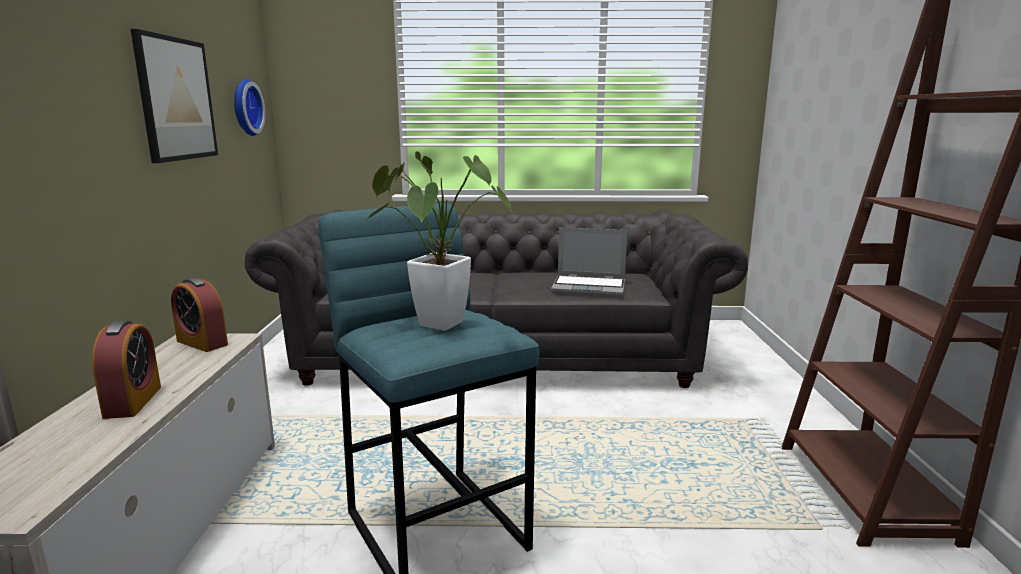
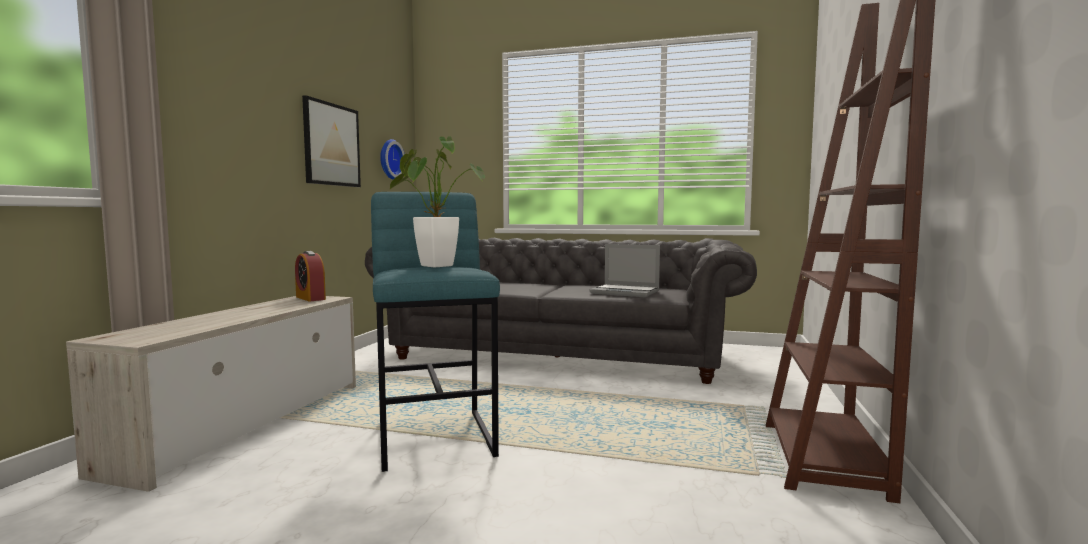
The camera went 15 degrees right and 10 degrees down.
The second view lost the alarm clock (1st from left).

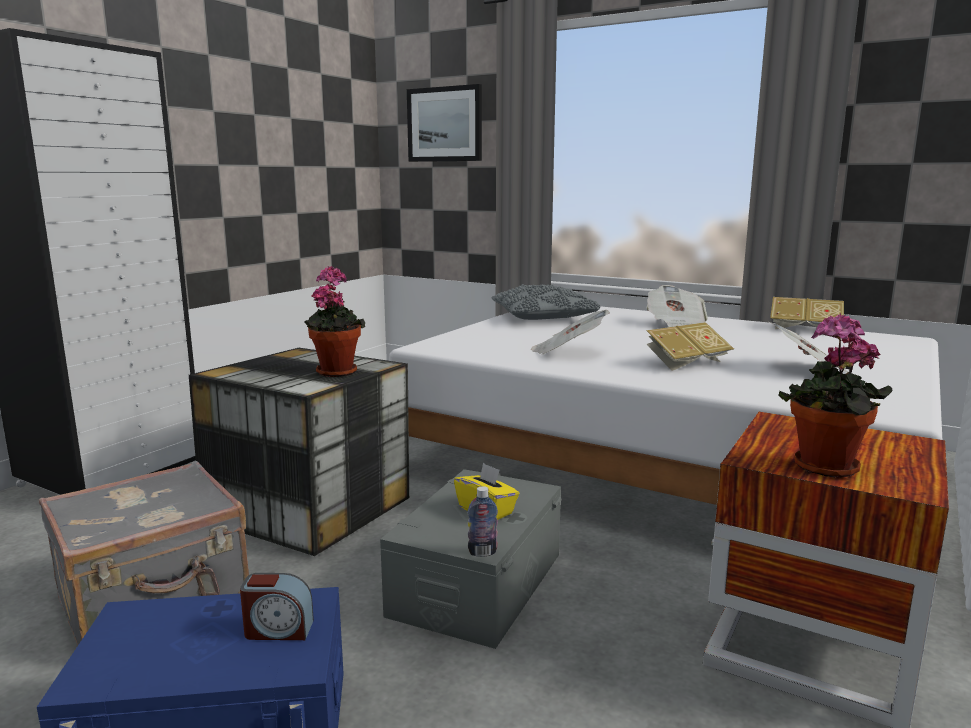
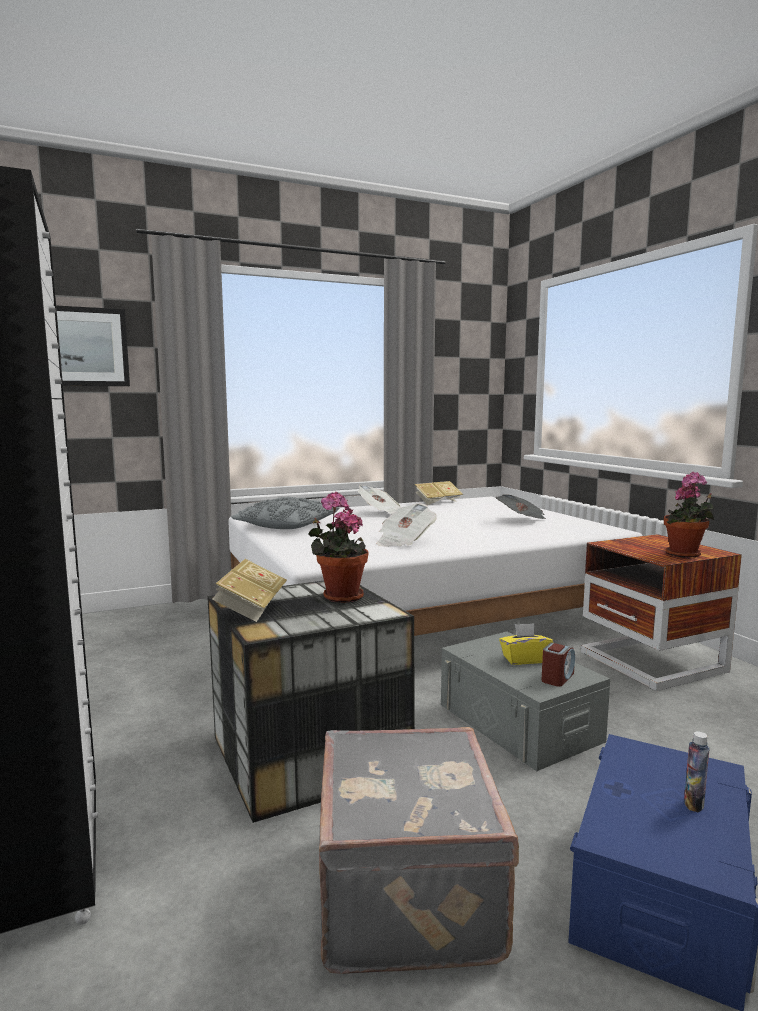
The camera went 55 degrees left and 5 degrees down.
The book (1st from left) ended up elsewhere.
The alarm clock ended up elsewhere.
The bottle ended up elsewhere.

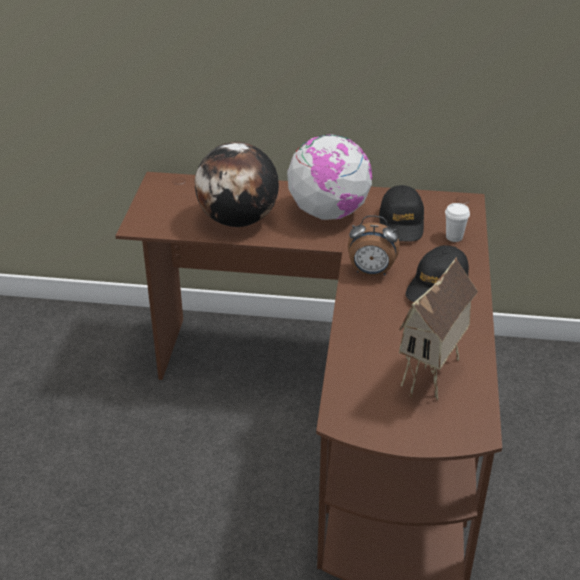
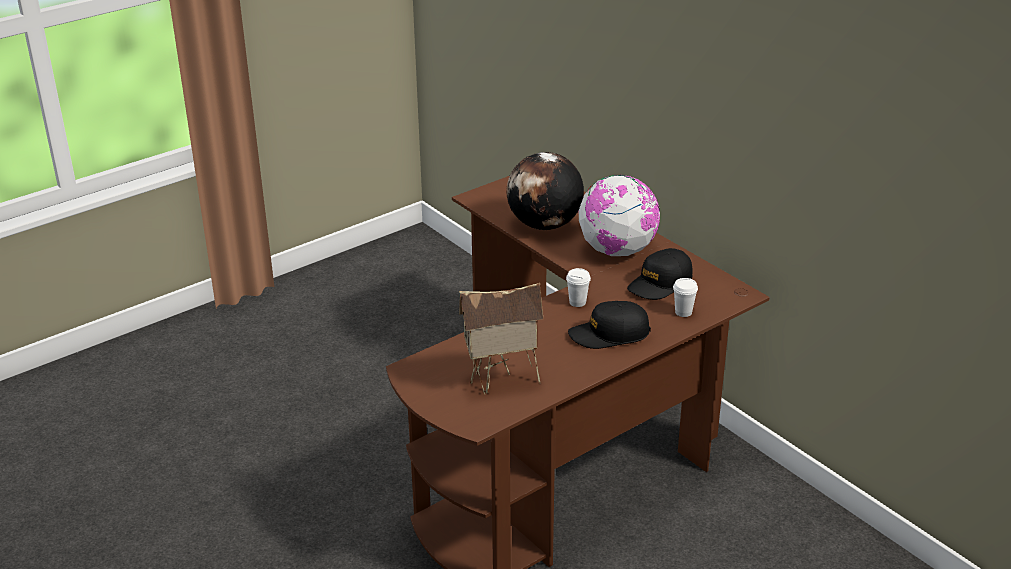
The camera went 45 degrees right and 5 degrees down.
Where the alarm clock stood, the white cup (1st from left) came to stand.

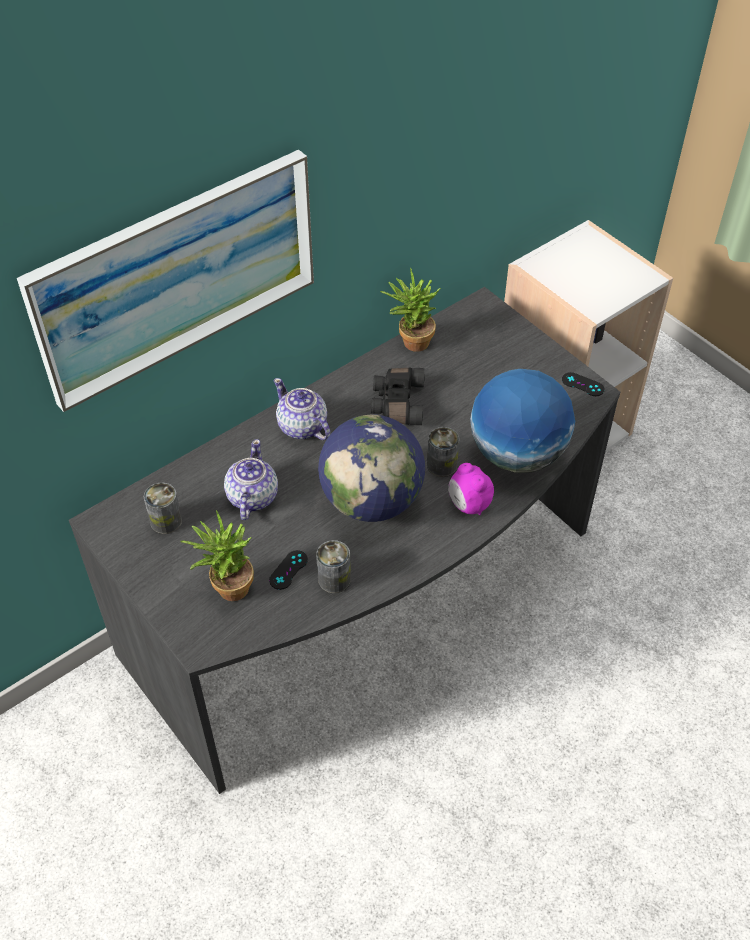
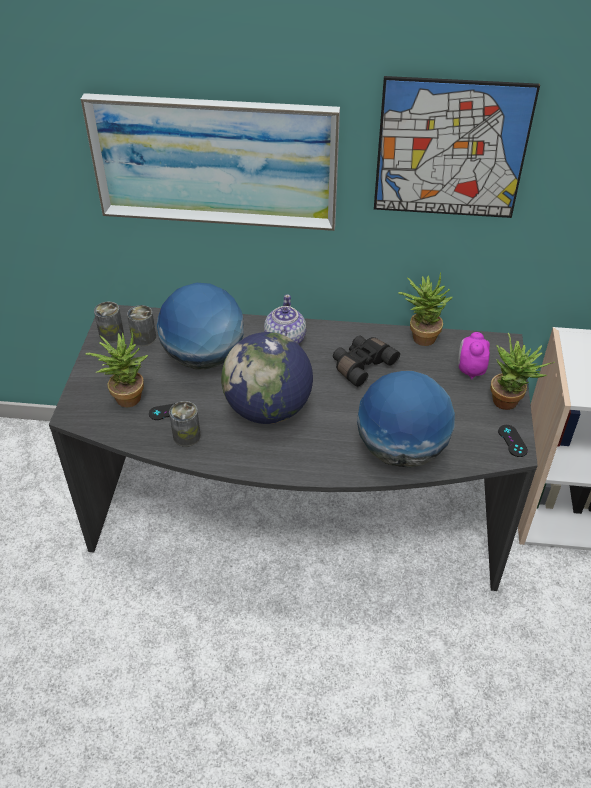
The camera went 45 degrees right and 5 degrees down.
The can (3rd from left in the first image) ended up elsewhere.
Where the teapot (1st from left) stood, the globe (1st from left) came to stand.
The second view gained the picture (2nd from left).
The alarm clock ended up elsewhere.
The second view gained the potted plant (3rd from left).

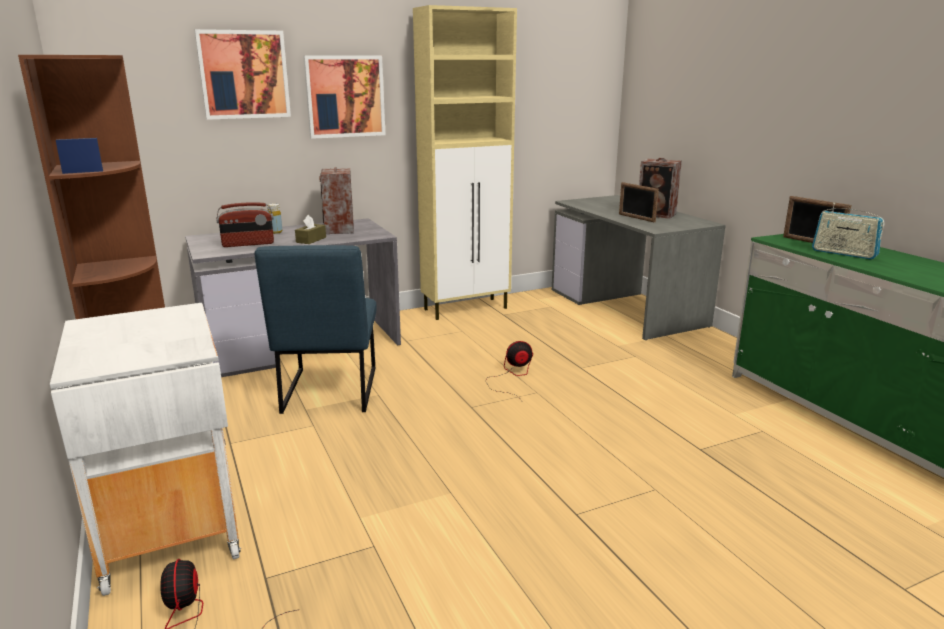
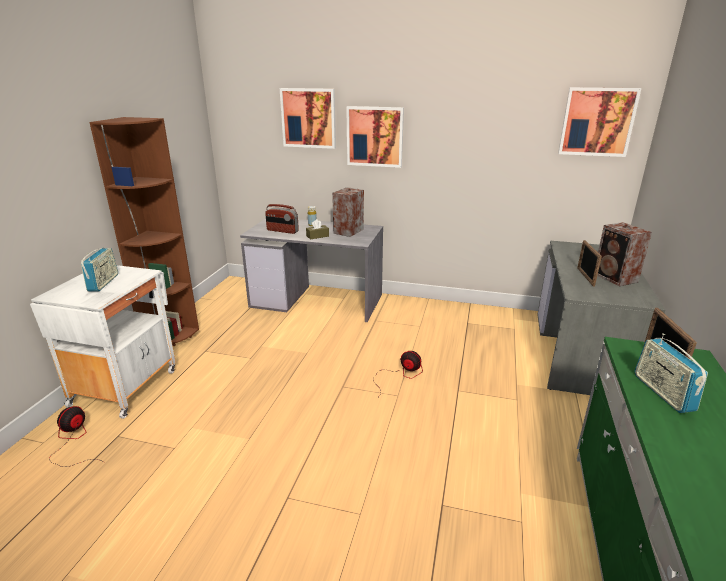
The camera went 40 degrees right and 5 degrees up.
The second view gained the radio (1st from left).
The second view gained the picture (3rd from left).
The second view lost the blue chair.
The second view lost the beige cabinet.

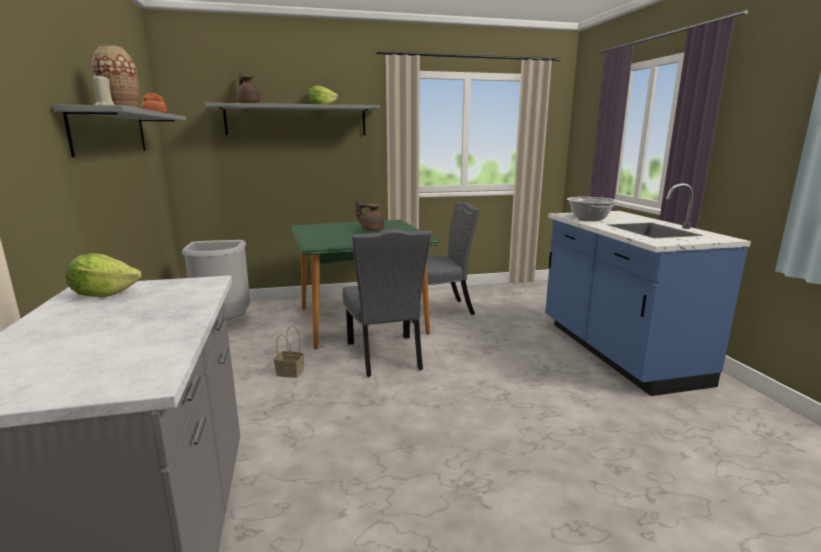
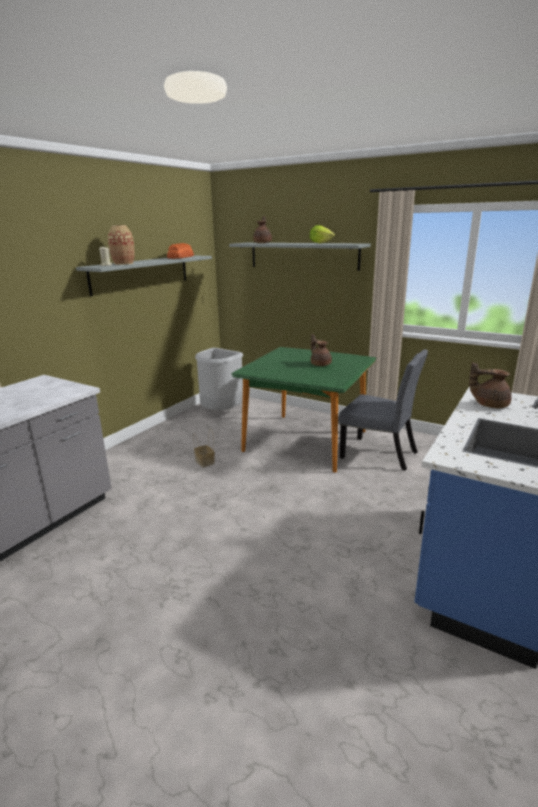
The camera went 45 degrees right and 5 degrees up.
Where the cooking pot stood, the brown teapot (3rd from left) came to stand.
The second view lost the lettuce (1st from left).
The second view lost the grey chair (1st from left).

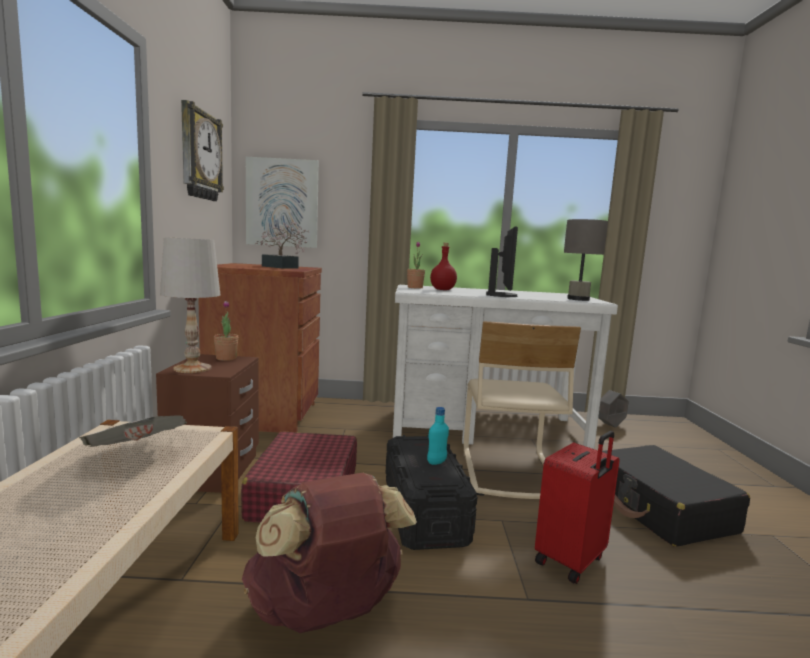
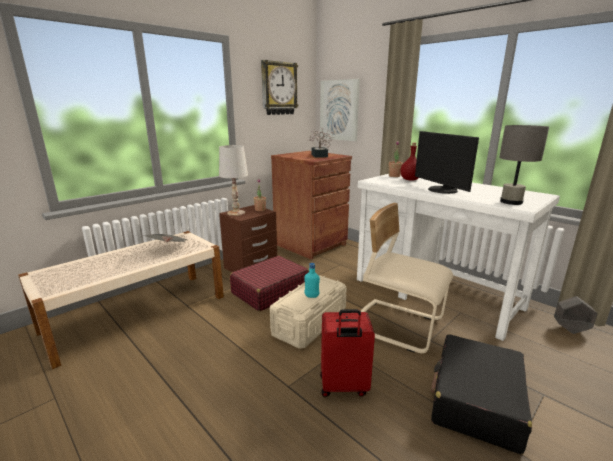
The camera went 45 degrees right and 10 degrees up.
What was the black storage box turned into the beige storage box.
The beige chair ended up facing another way, 75 degrees clockwise from before.
The monitor ended up facing another way, 105 degrees clockwise from before.
The second view lost the brown backpack.

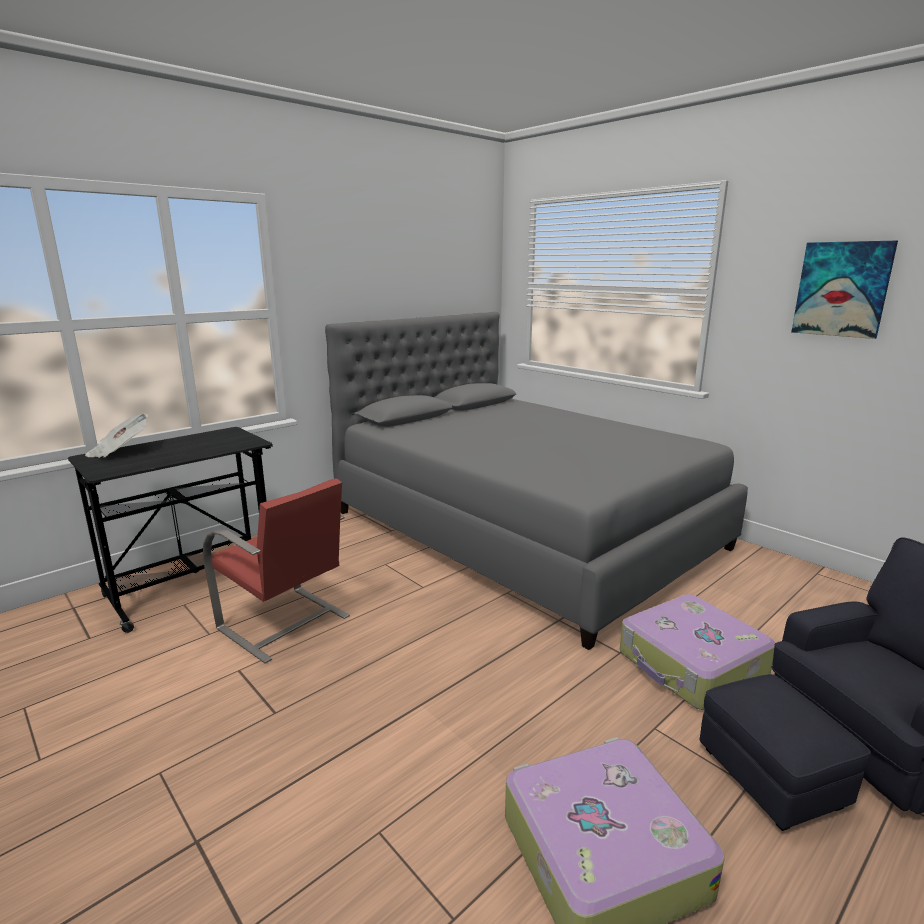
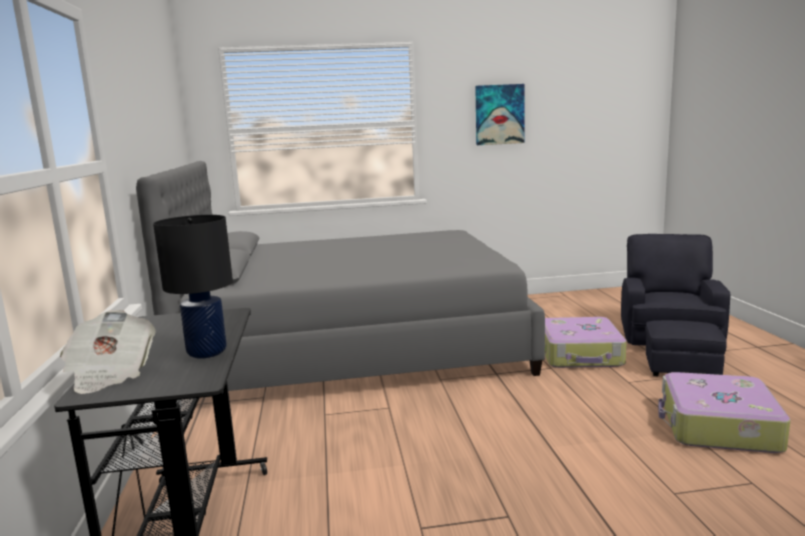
The camera went 55 degrees left and 5 degrees down.
The second view gained the black table lamp.
The second view lost the red chair.

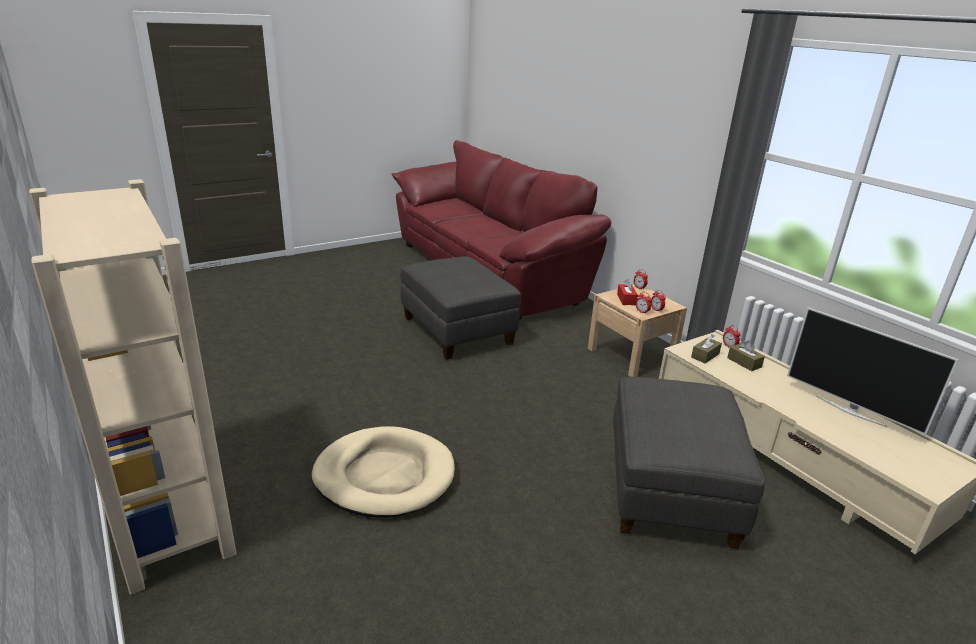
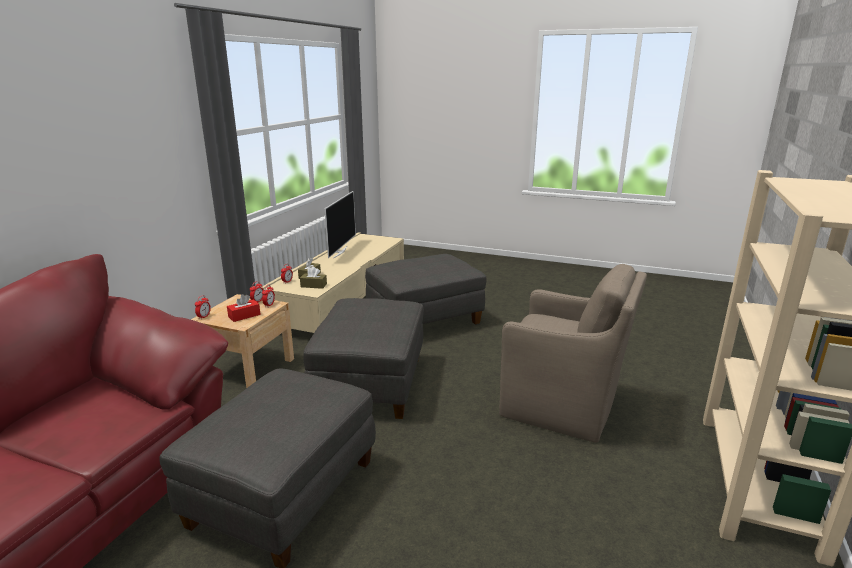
The camera went 125 degrees left and 5 degrees down.
The second view gained the grey ottoman (2nd from left).
Where the beige dog bed stood, the brown armchair came to stand.

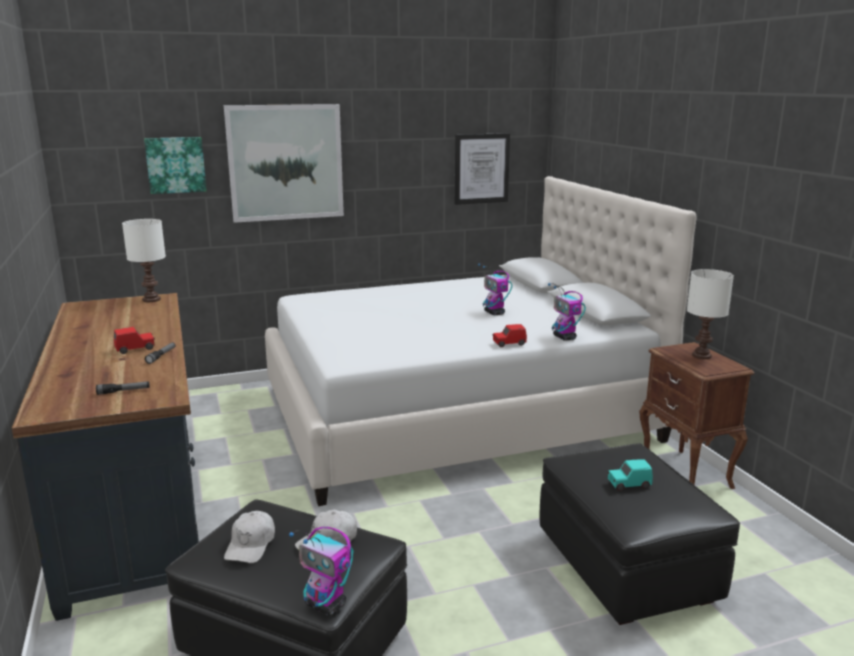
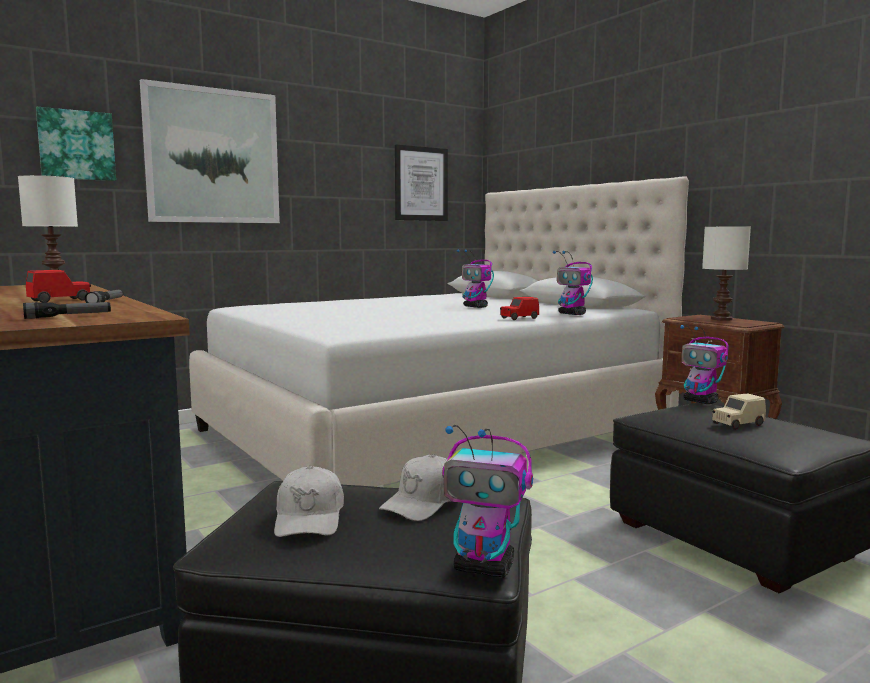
The camera went 15 degrees left and 10 degrees down.
The second view gained the toy robot (4th from left).
What was the turquoise toy car turned into the beige toy car.

